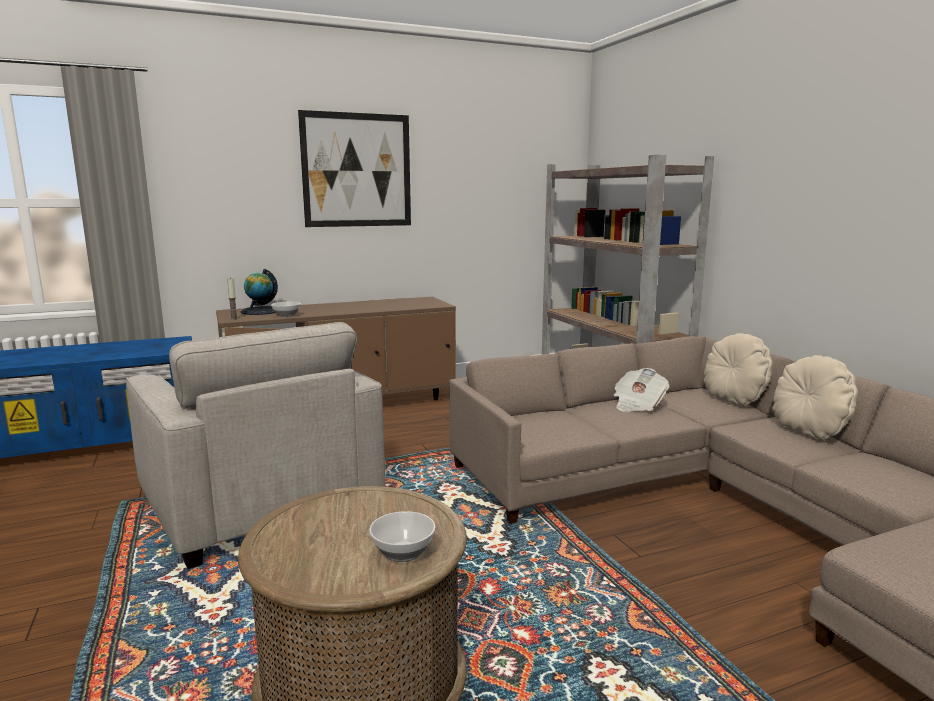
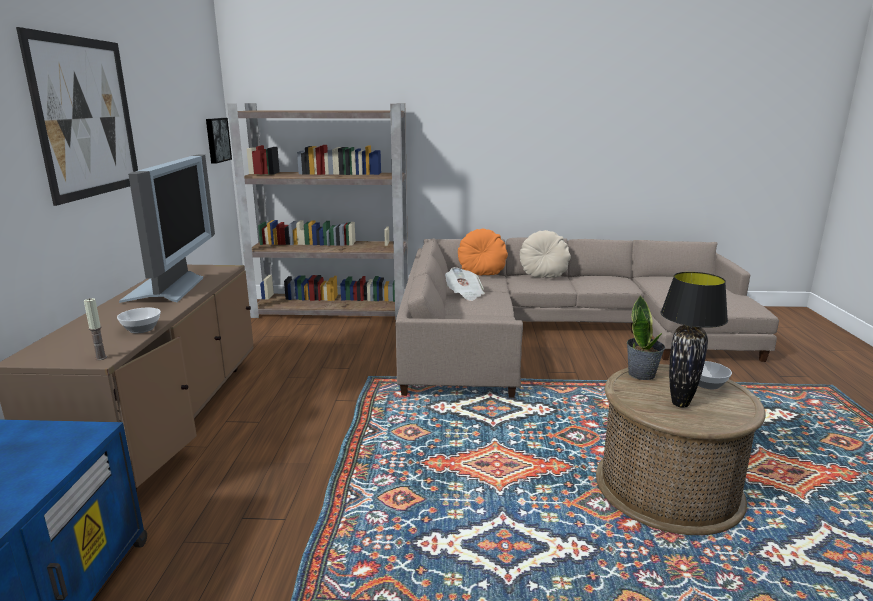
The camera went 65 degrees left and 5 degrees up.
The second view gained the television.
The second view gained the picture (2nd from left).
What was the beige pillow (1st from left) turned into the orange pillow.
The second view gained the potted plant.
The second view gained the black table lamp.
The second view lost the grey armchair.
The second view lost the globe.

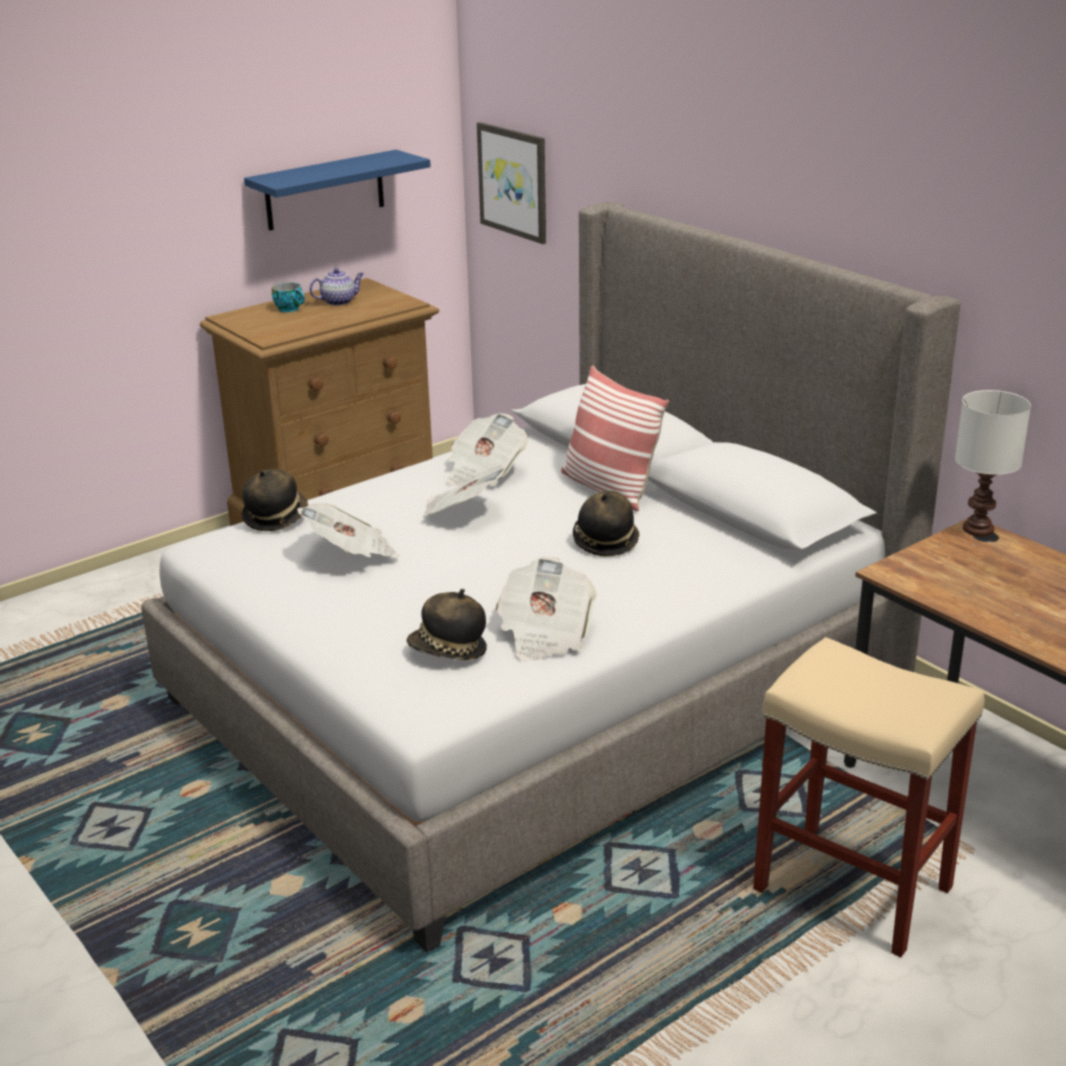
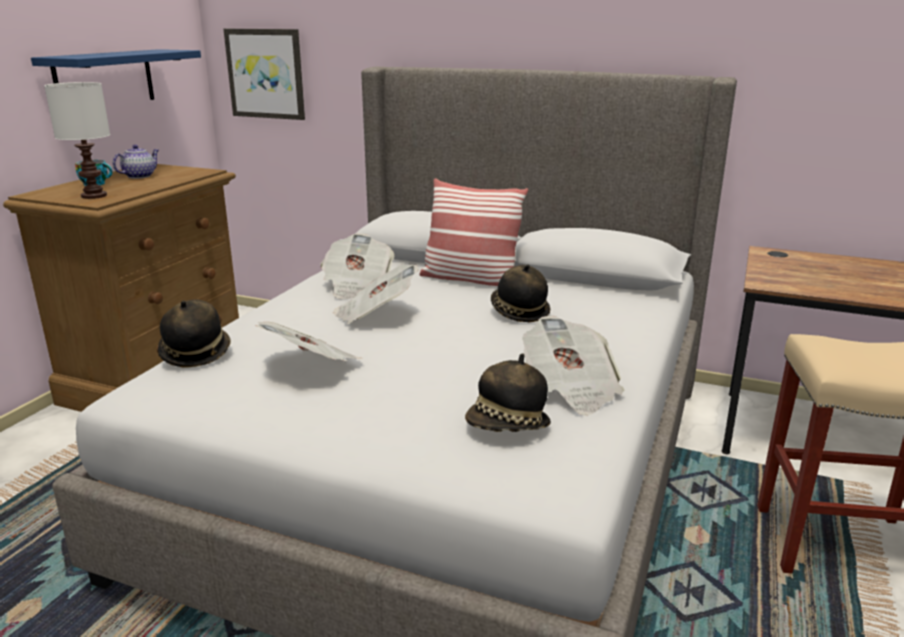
The camera went 30 degrees left and 5 degrees down.
The white table lamp ended up elsewhere.

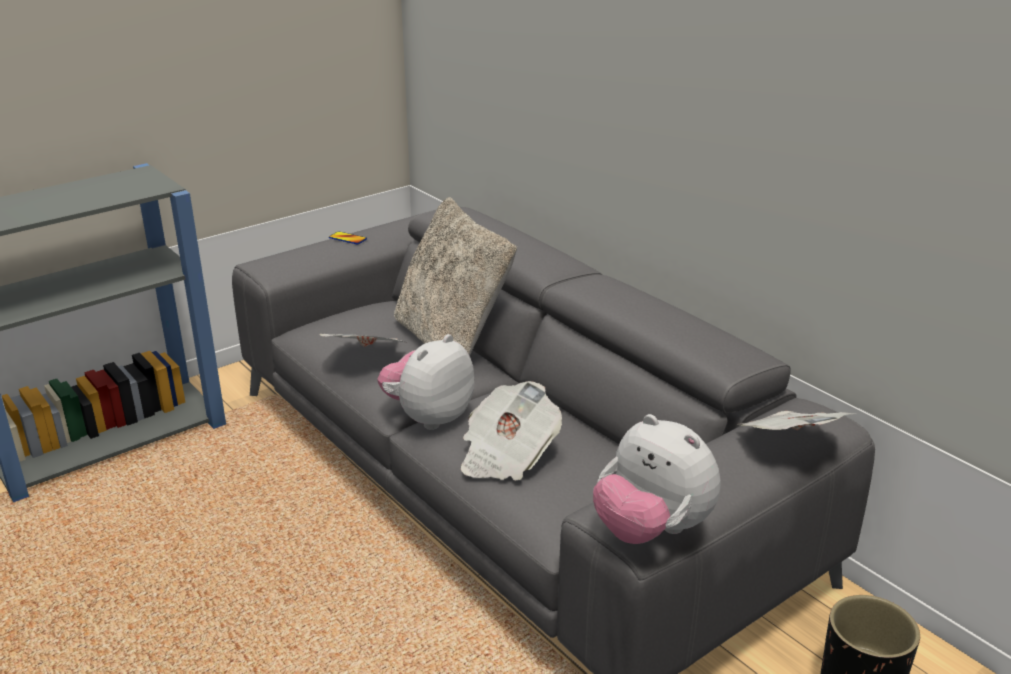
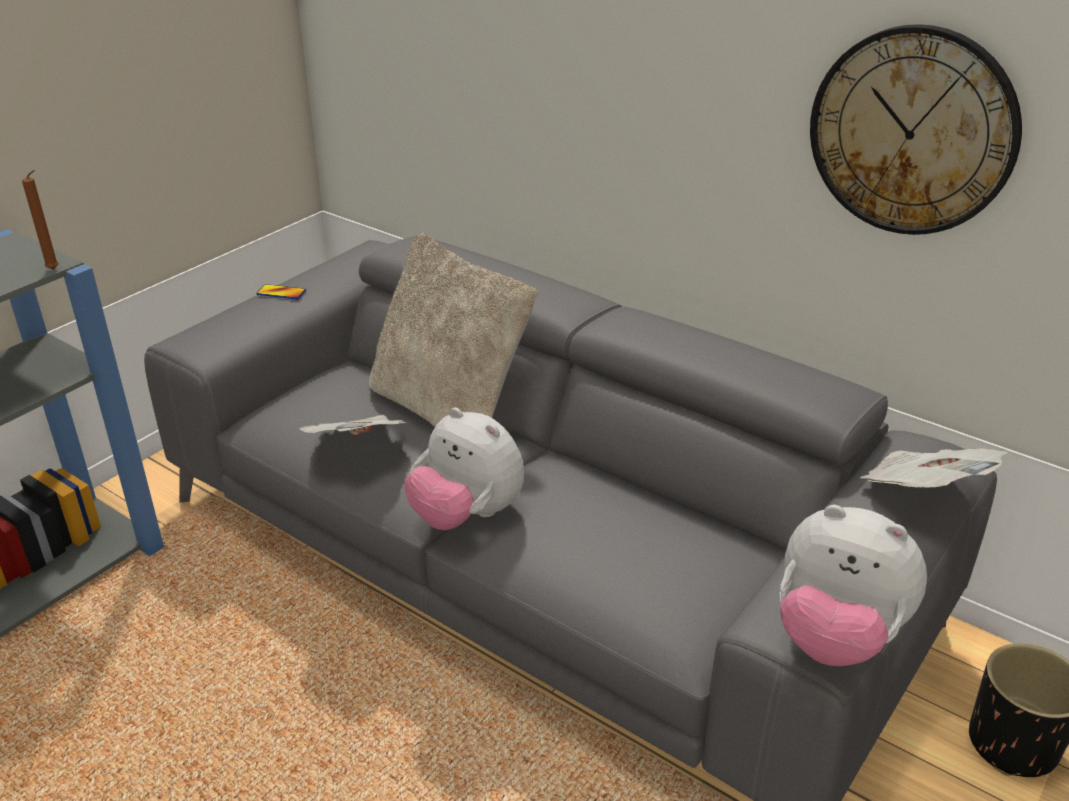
The camera went 15 degrees left and 5 degrees up.
The second view gained the brown candle.
The plush toy (1st from left) ended up facing another way, 75 degrees counterclockwise from before.
The second view gained the wall clock.
The second view lost the newspaper (2nd from left).

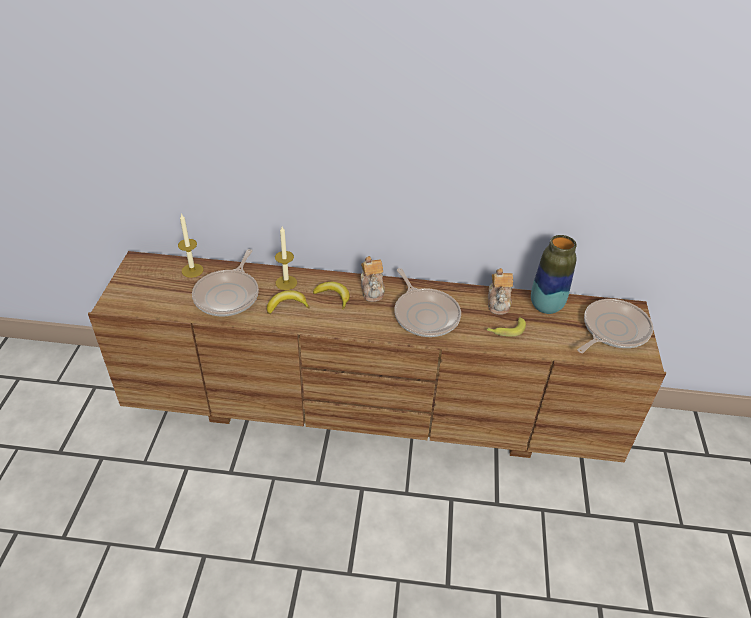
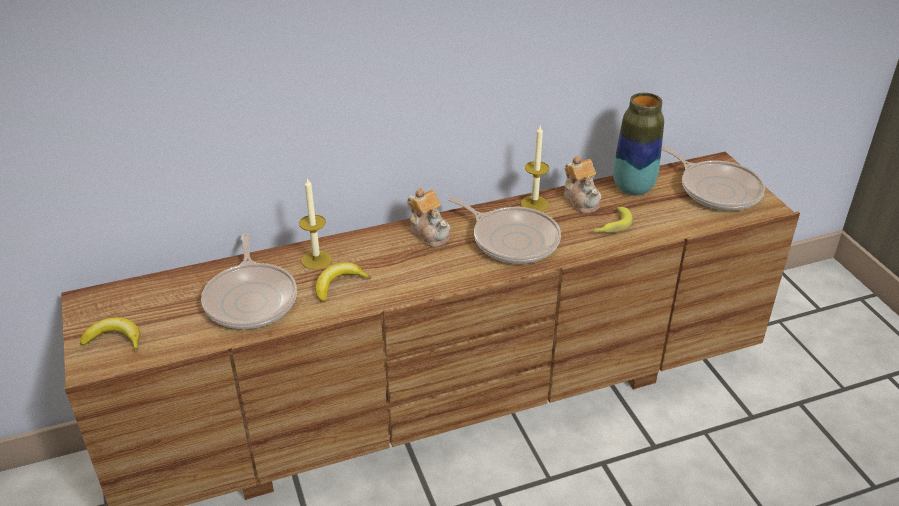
The camera went 25 degrees left and 5 degrees down.
The banana (2nd from left in the first image) ended up elsewhere.
The candle (1st from left in the first image) ended up elsewhere.
The frying pan (3rd from left) ended up facing another way, 120 degrees clockwise from before.

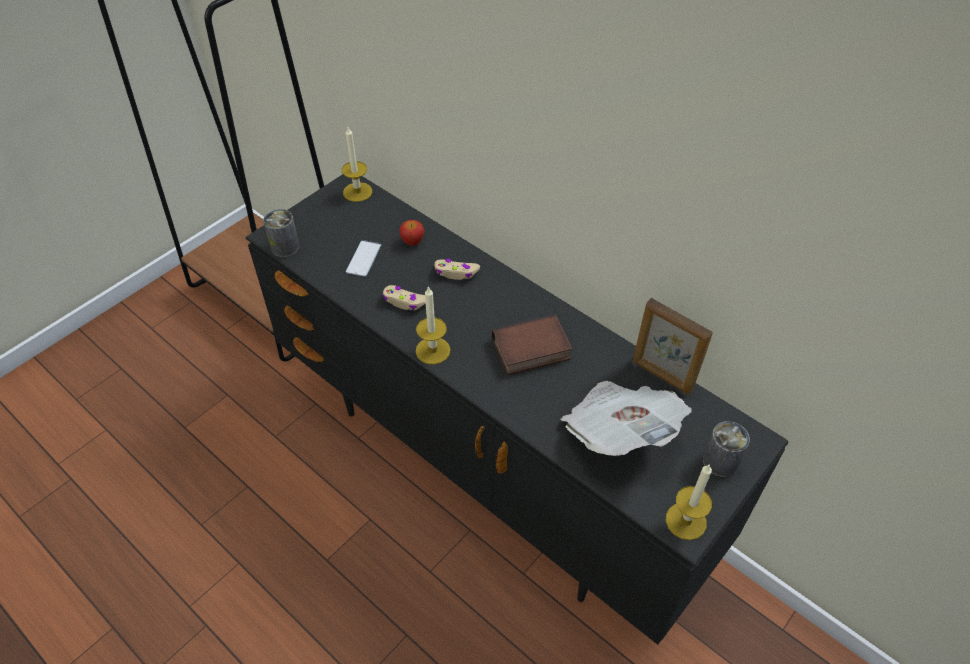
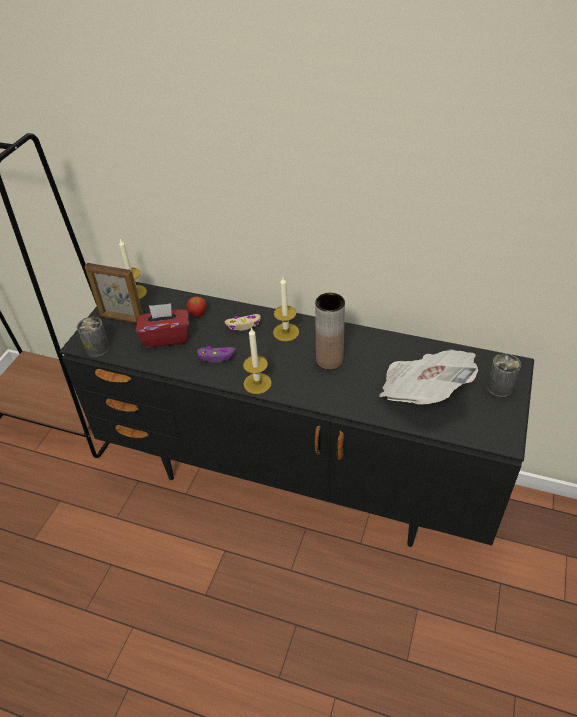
The camera went 20 degrees left and 5 degrees down.
The picture frame ended up elsewhere.
Where the phone stood, the red tissue box came to stand.
What was the beige game controller (1st from left) turned into the purple game controller.
The candle (3rd from left) ended up elsewhere.
Where the book stood, the brown vase came to stand.

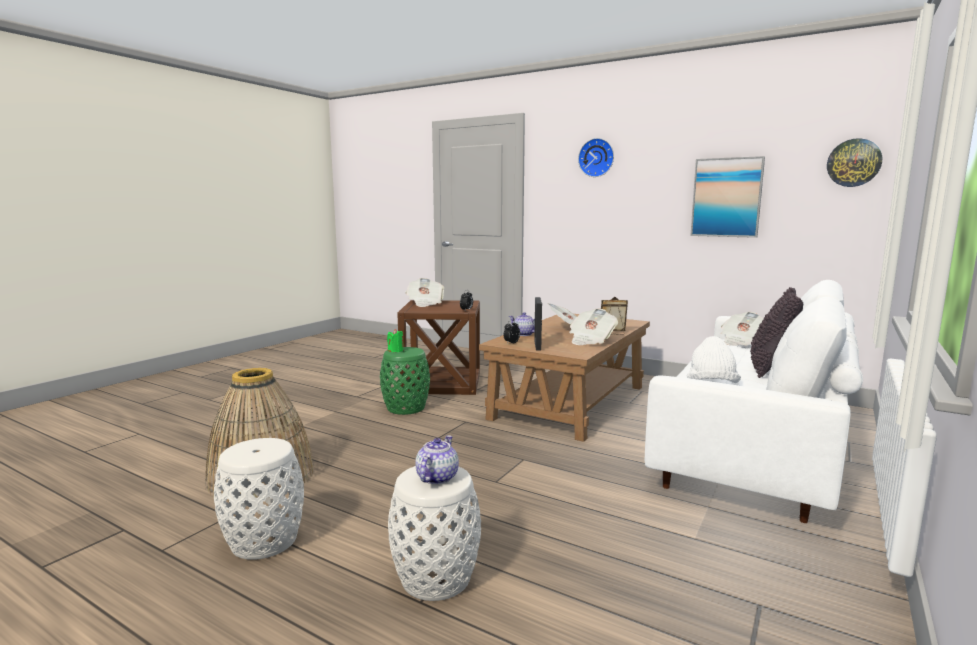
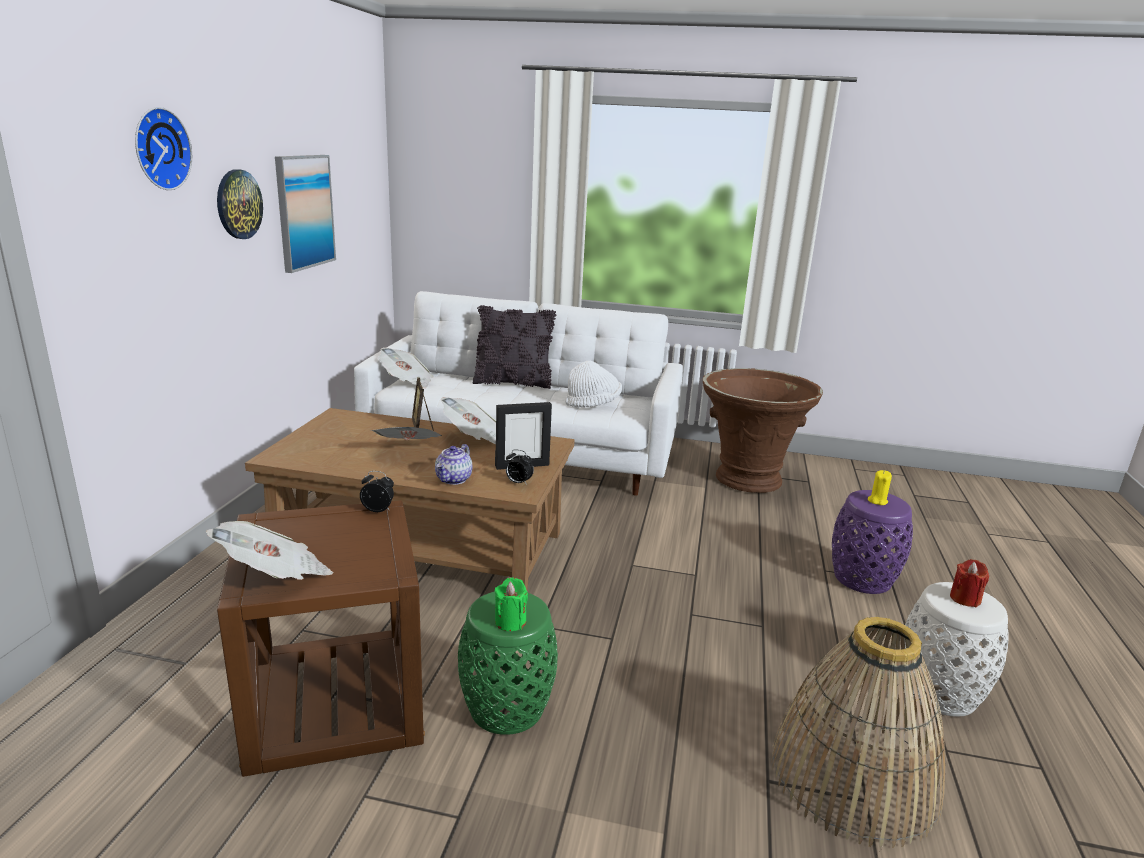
The camera went 110 degrees left and 10 degrees up.
The wall clock (2nd from left) ended up elsewhere.
The second view gained the brown planter.
What was the white stool (2nd from left) turned into the purple stool.
Where the teapot (1st from left) stood, the yellow candle came to stand.
The second view gained the red candle.

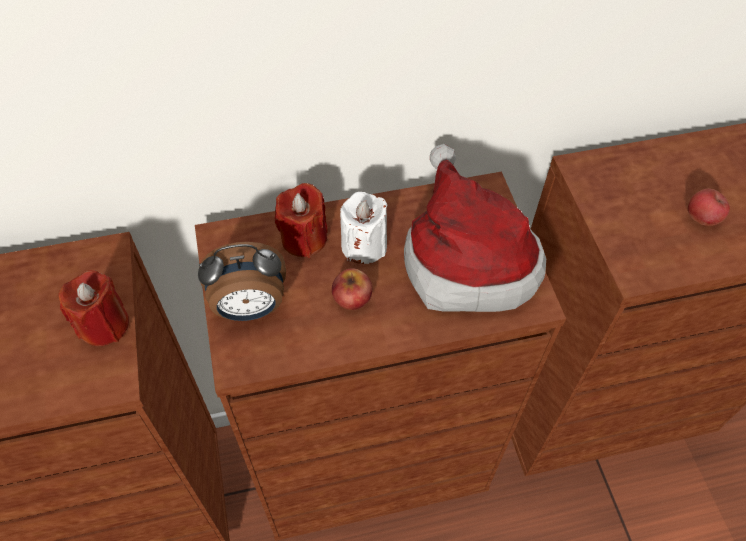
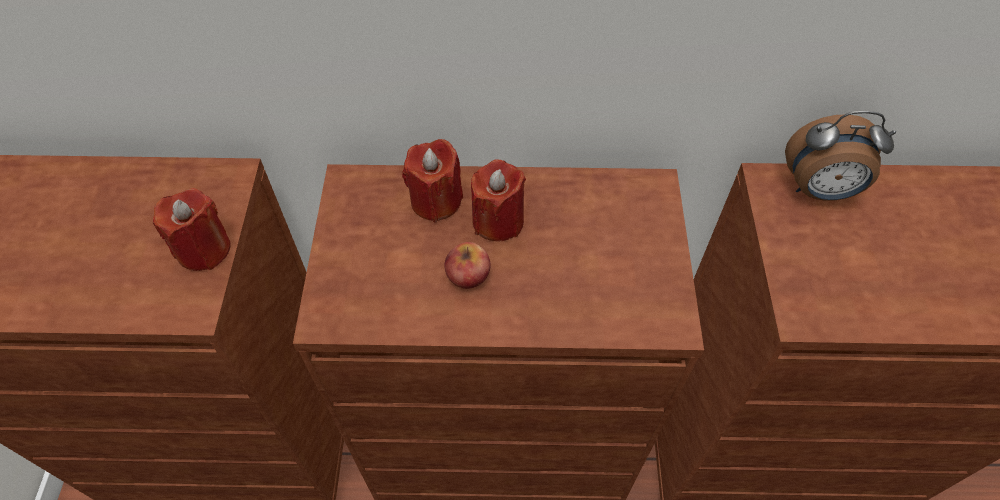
The camera went 15 degrees right and 0 degrees up.
What was the white candle turned into the red candle (3rd from left).
The alarm clock ended up elsewhere.
The second view lost the hat.
The second view lost the apple (2nd from left).

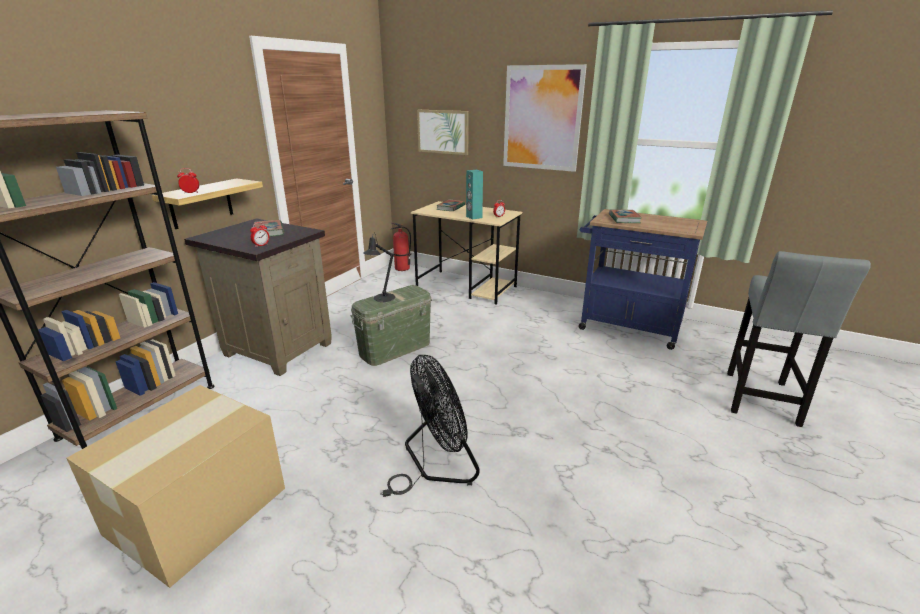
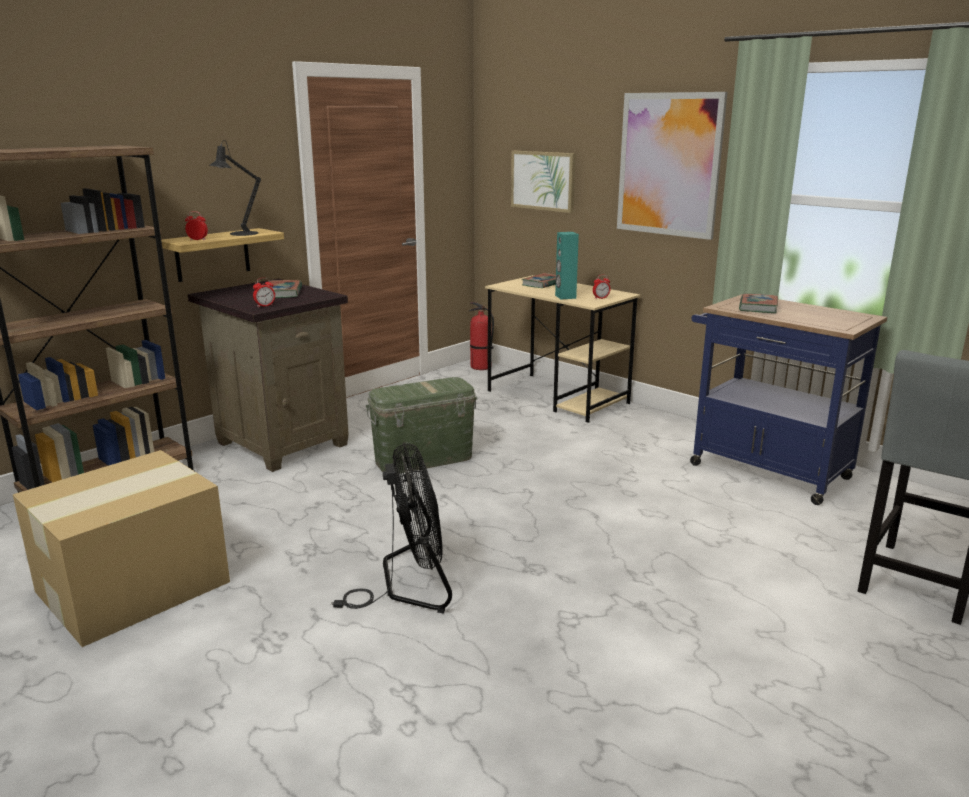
The camera went 15 degrees right and 5 degrees down.
The black table lamp ended up elsewhere.

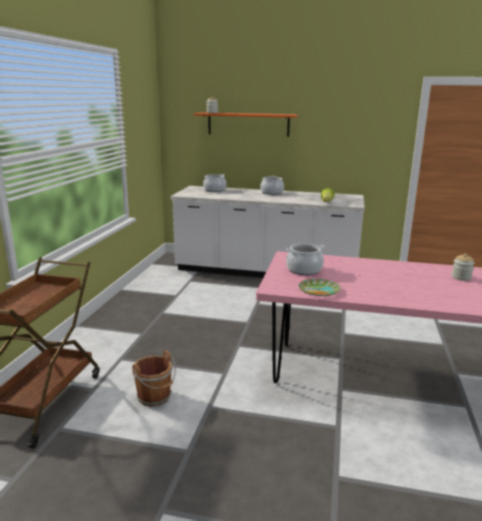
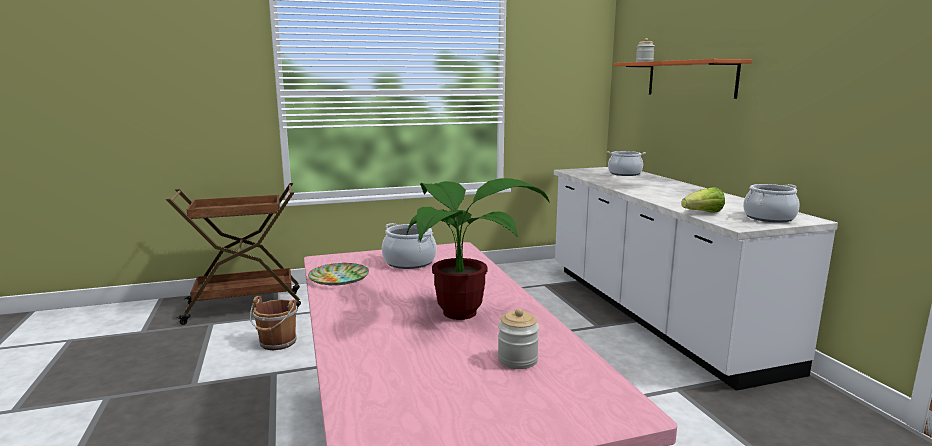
The camera went 60 degrees right and 5 degrees down.
The second view gained the potted plant.
The cooking pot (2nd from left in the first image) ended up elsewhere.

